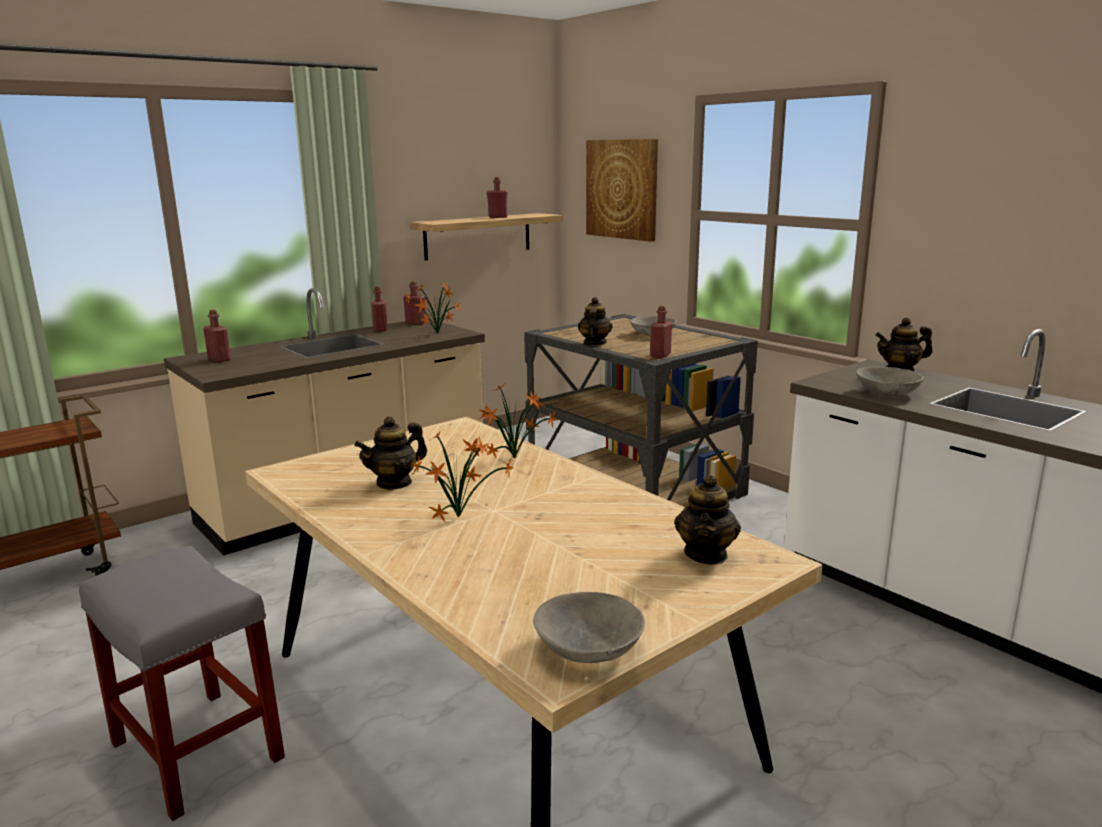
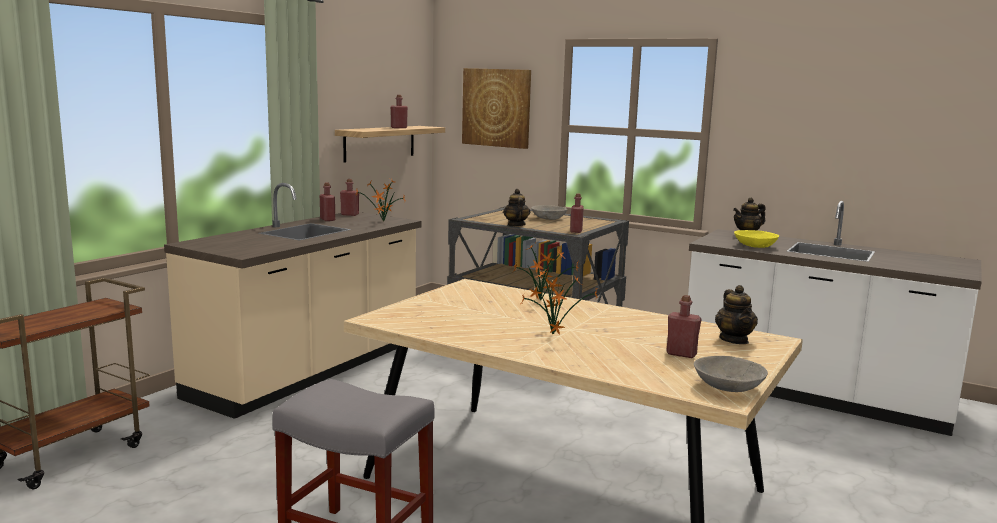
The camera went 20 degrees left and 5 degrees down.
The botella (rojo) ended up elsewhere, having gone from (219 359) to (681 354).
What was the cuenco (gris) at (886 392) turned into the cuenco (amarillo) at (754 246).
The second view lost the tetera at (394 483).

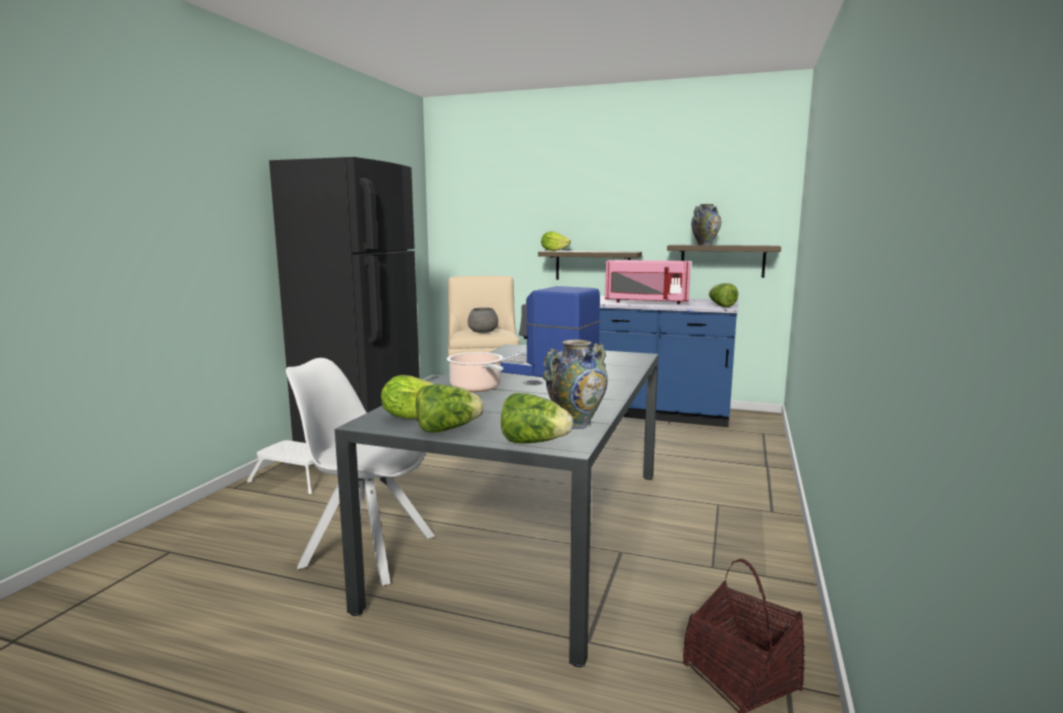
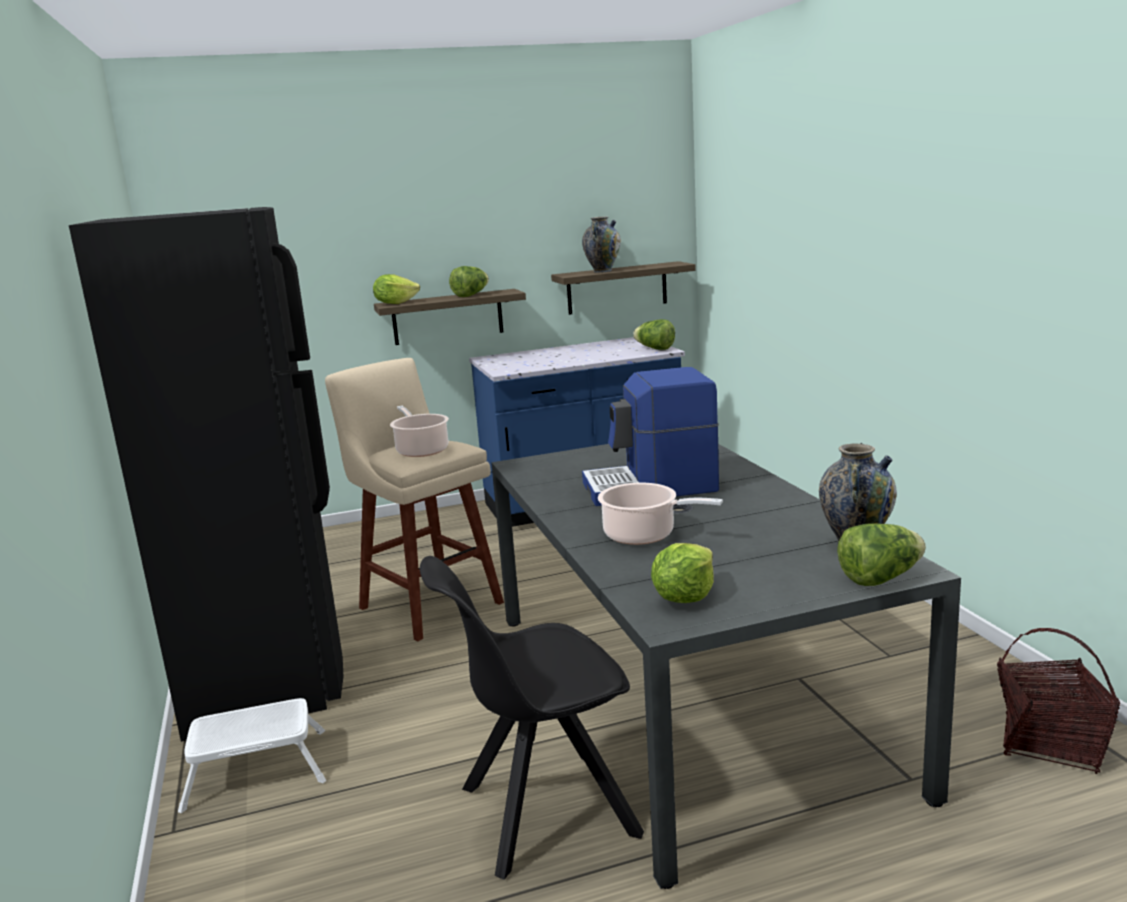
The camera went 35 degrees left and 5 degrees up.
The second view lost the microondas (rosa) at (646 302).
Where the cuenco (gris) stood at (483 331), the olla came to stand at (421 450).
What was the silla (blanco) at (366 550) turned into the silla (negro) at (545 812).
The lechuga ended up elsewhere, having gone from (447 429) to (471 295).

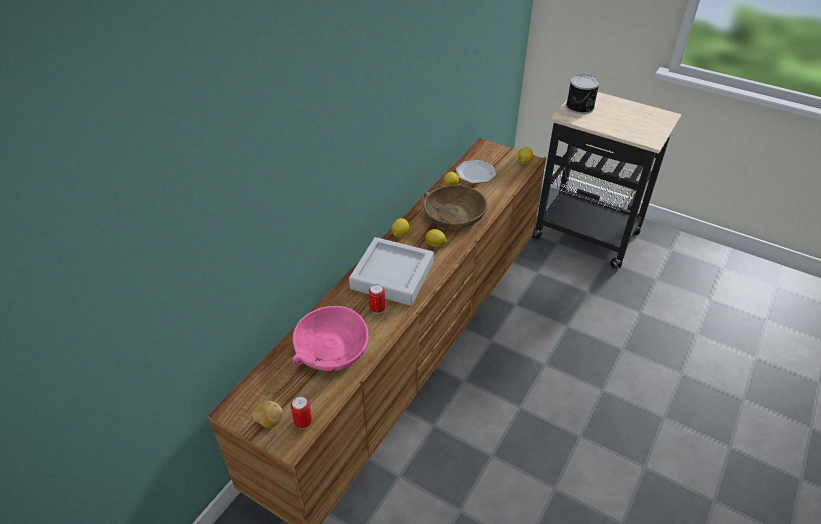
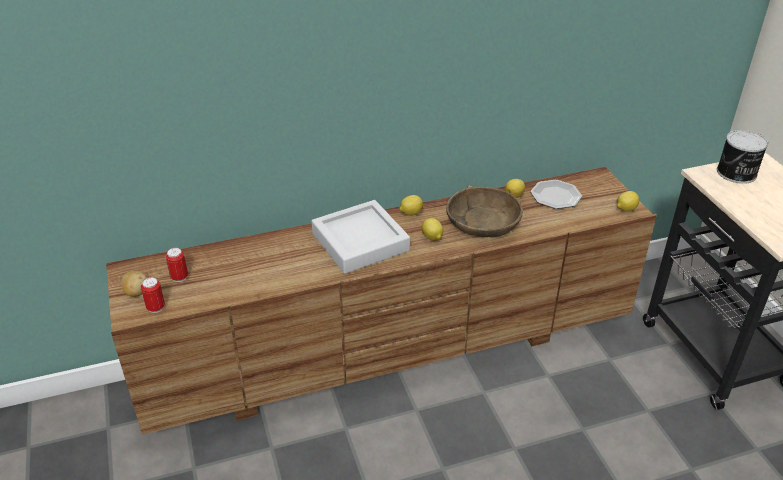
The camera went 40 degrees right and 5 degrees down.
The lata ended up elsewhere, having gone from (377 309) to (179 277).
The second view lost the cuenco (rosa) at (331 348).

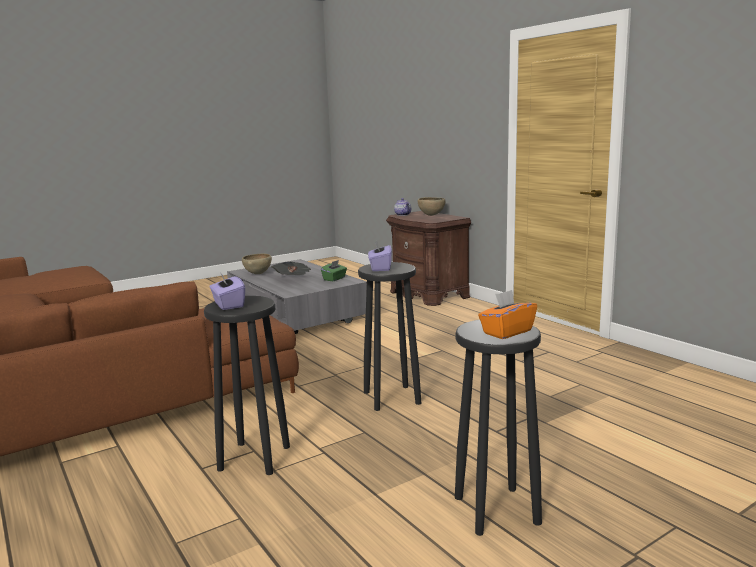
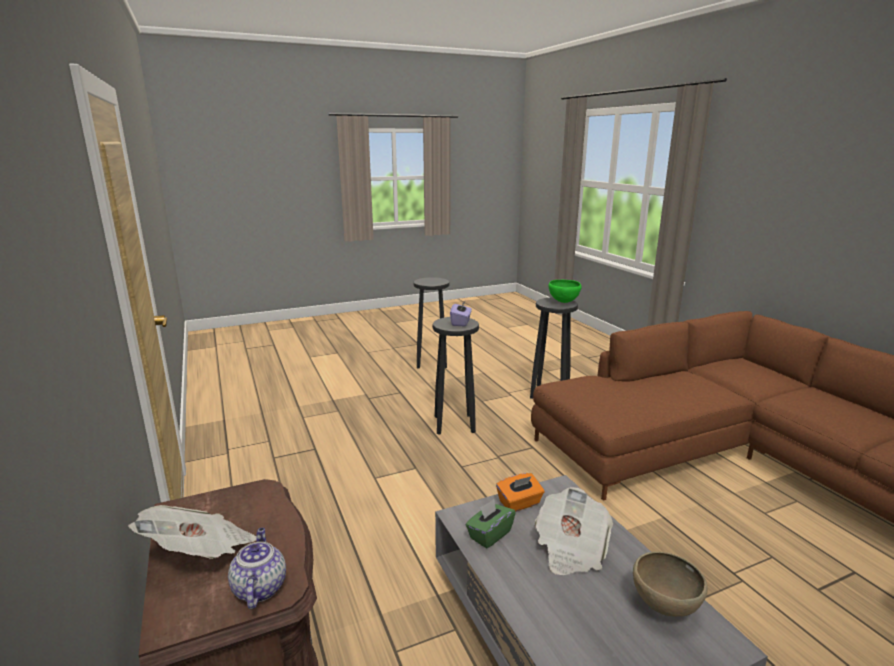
The camera went 170 degrees left and 5 degrees up.
Where the cuenco (marrón) stood at (431 215), the periódico came to stand at (201 553).
Where the caja de pañuelos (morado) stood at (228 305), the cuenco (verde) came to stand at (563 302).
The caja de pañuelos (naranja) ended up elsewhere, having gone from (507 332) to (519 503).

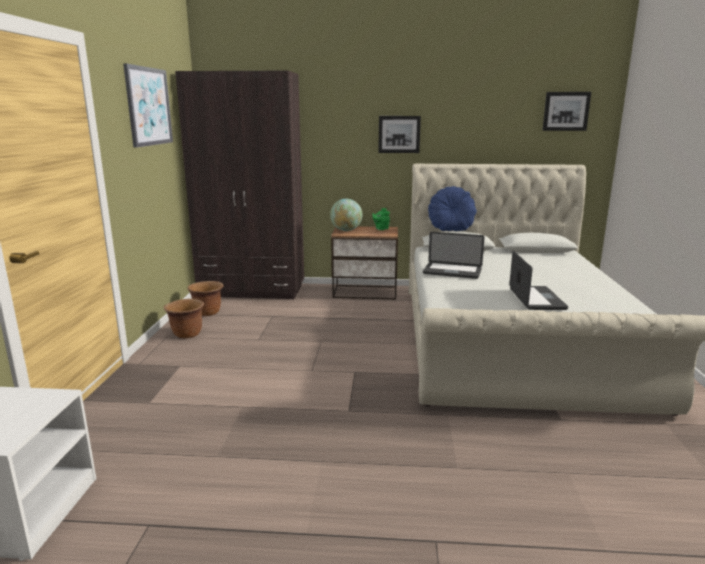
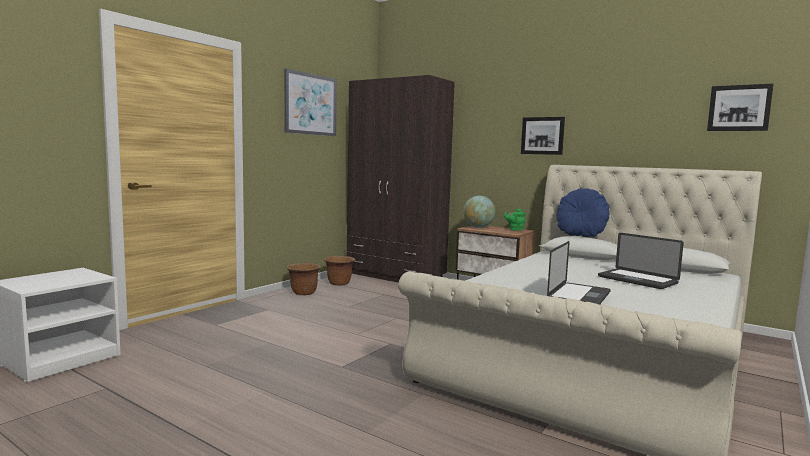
The camera went 30 degrees right and 10 degrees down.
The portátil ended up elsewhere, having gone from (452 272) to (637 280).

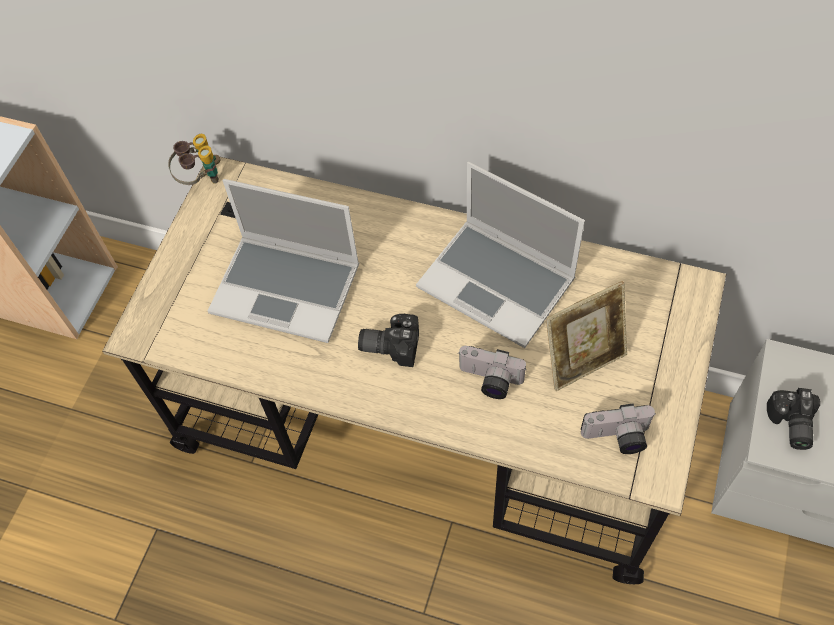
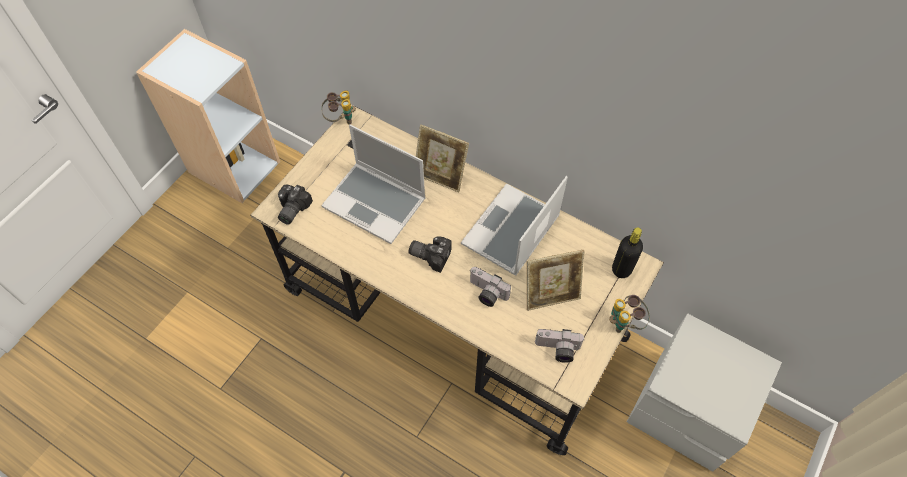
The camera went 10 degrees right and 0 degrees up.
The portátil at (498 283) ended up facing another way, 75 degrees clockwise from before.
The cámara ended up elsewhere, having gone from (790 425) to (291 209).
The second view gained the portarretratos at (440 176).
The second view gained the botella (negro) at (621 269).
The second view gained the prismáticos at (625 322).

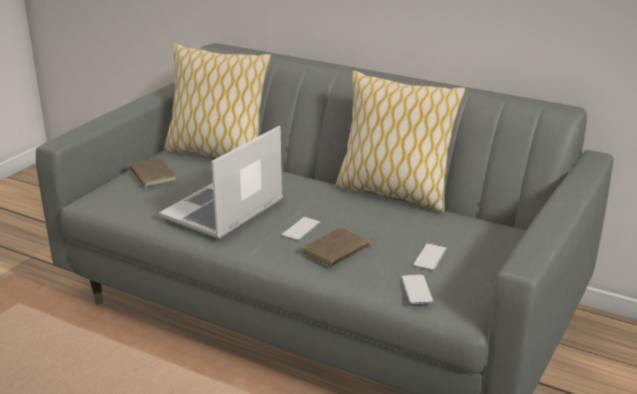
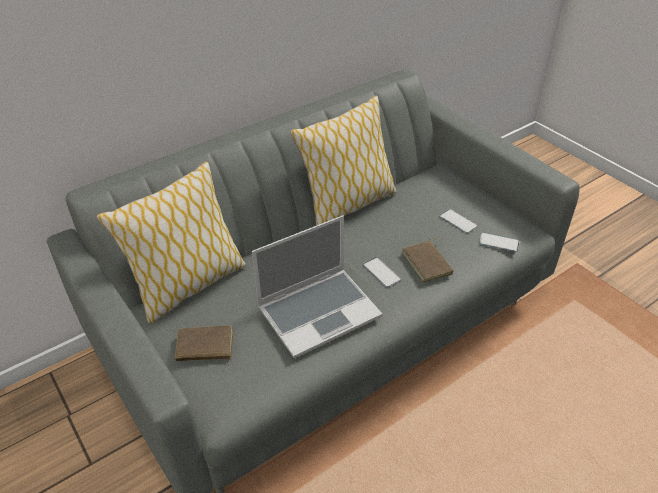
The camera went 65 degrees left and 15 degrees up.
The portátil at (223 211) ended up facing another way, 90 degrees counterclockwise from before.

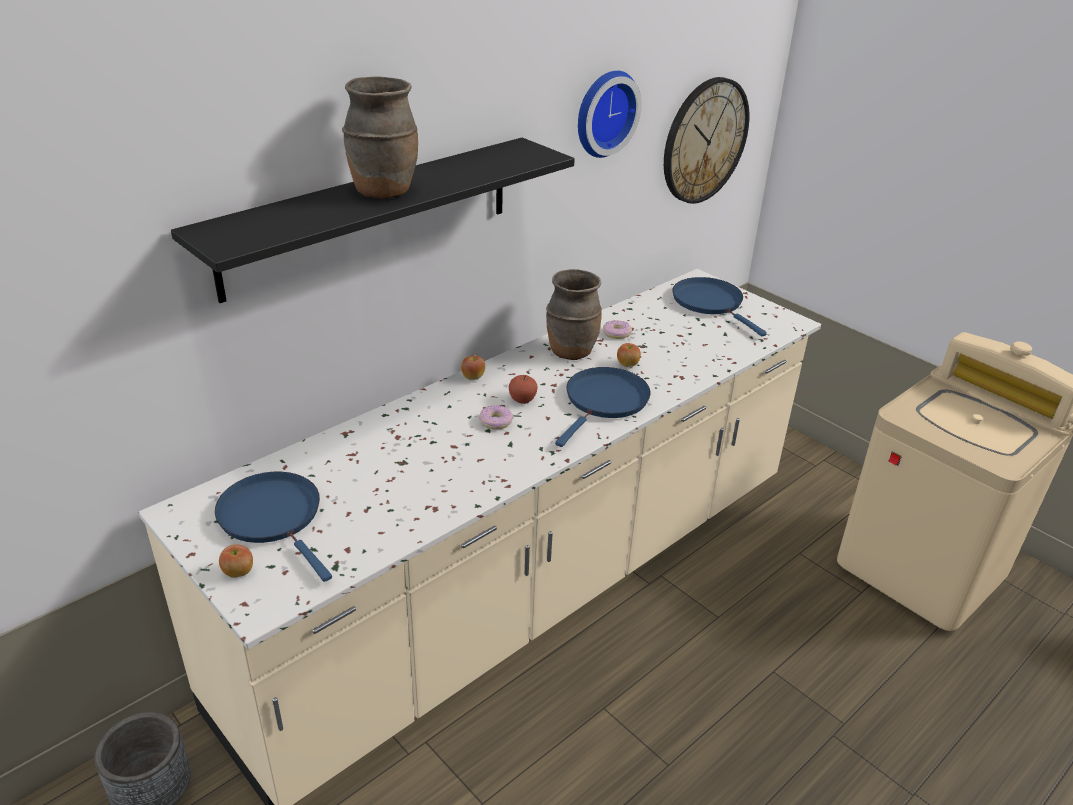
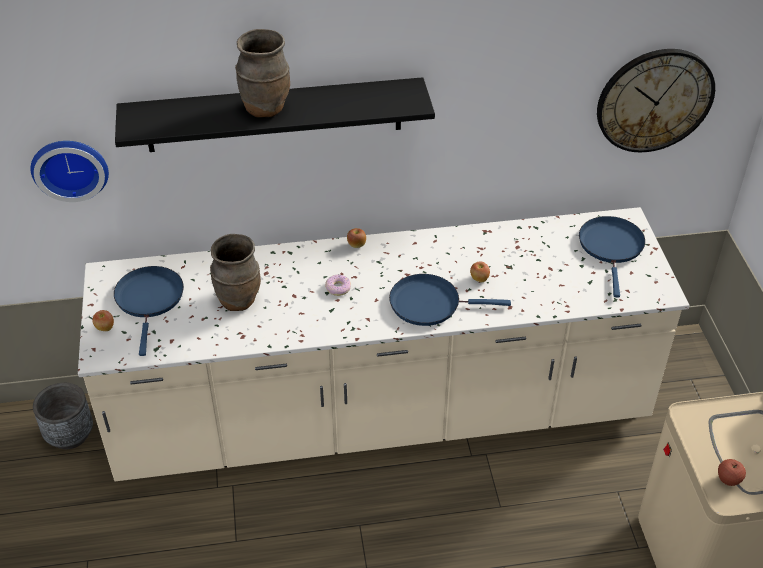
The camera went 35 degrees right and 10 degrees up.
The reloj de pared ended up elsewhere, having gone from (603 112) to (70 167).
The florero (marrón) ended up elsewhere, having gone from (571 351) to (238 300).
The second view lost the rosquilla at (616 333).
The sartén (azul) at (605 401) ended up facing another way, 150 degrees counterclockwise from before.
The manzana ended up elsewhere, having gone from (522 400) to (728 480).

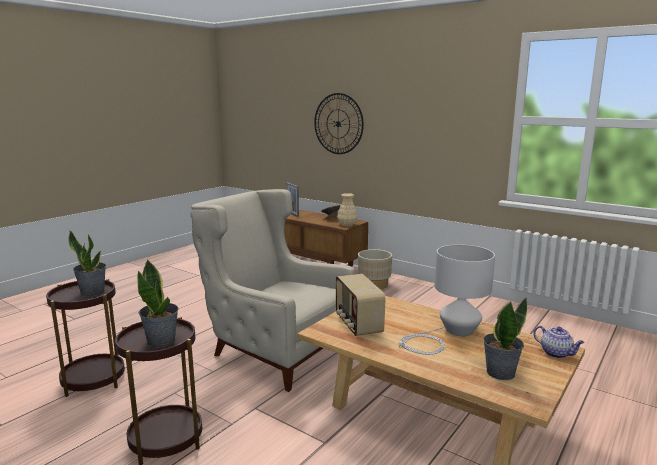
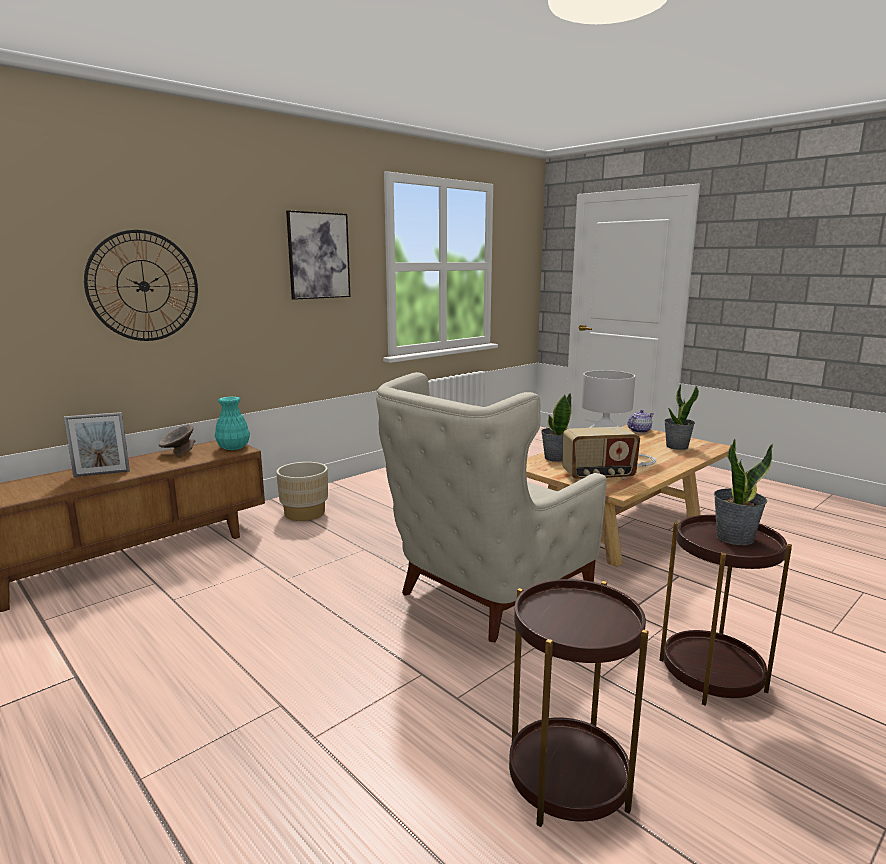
The camera went 80 degrees left and 0 degrees up.
What was the florero (beis) at (347 224) turned into the florero (turquesa) at (233 447).
The planta en maceta ended up elsewhere, having gone from (92 292) to (555 458).
The second view gained the cuadro at (318 255).

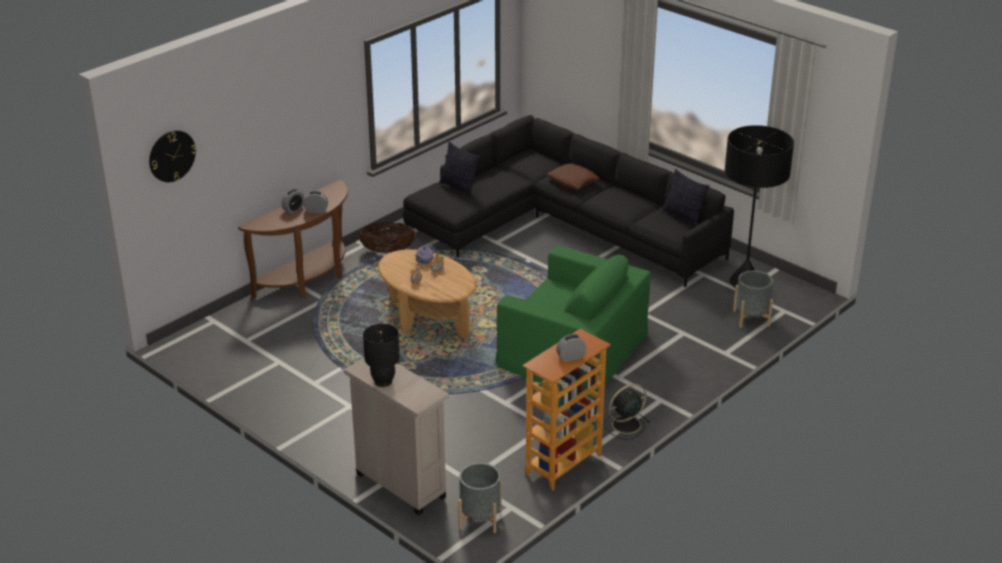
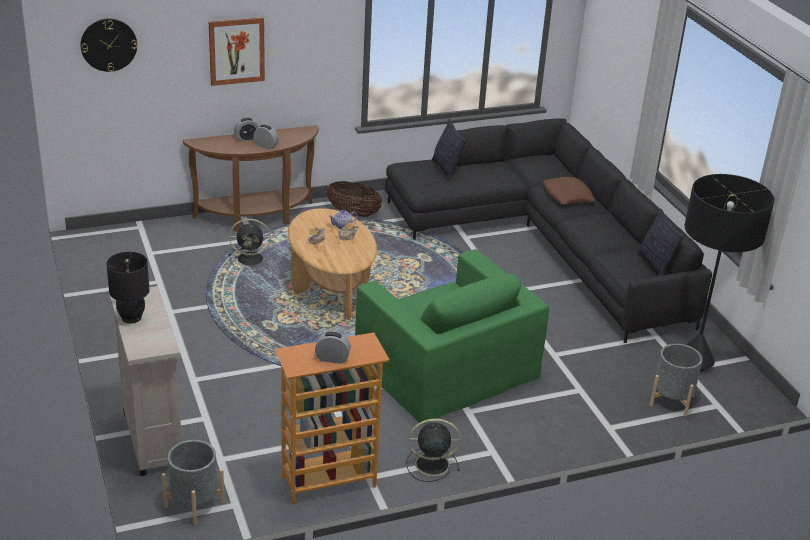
The camera went 25 degrees right and 0 degrees up.
The second view gained the cuadro at (236 51).
The second view gained the ventilador (negro) at (251 259).

